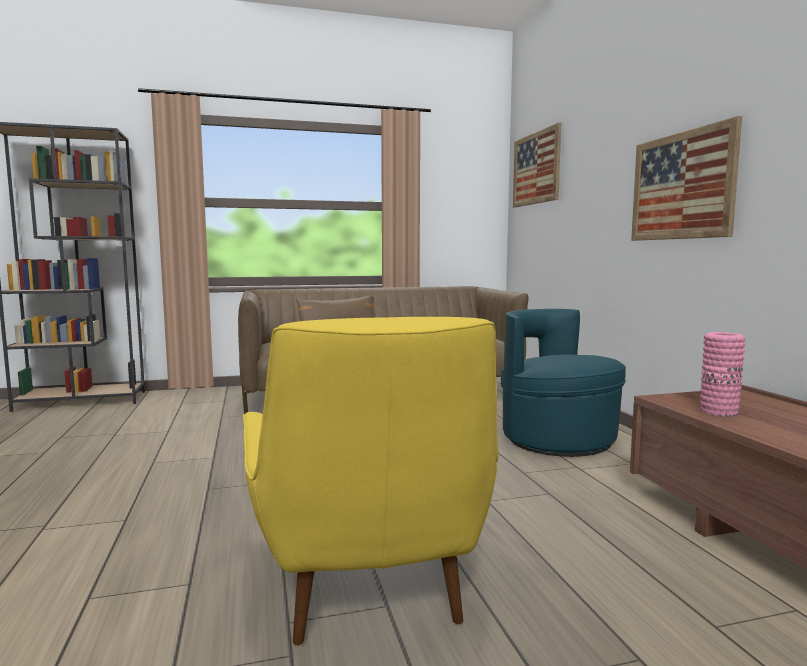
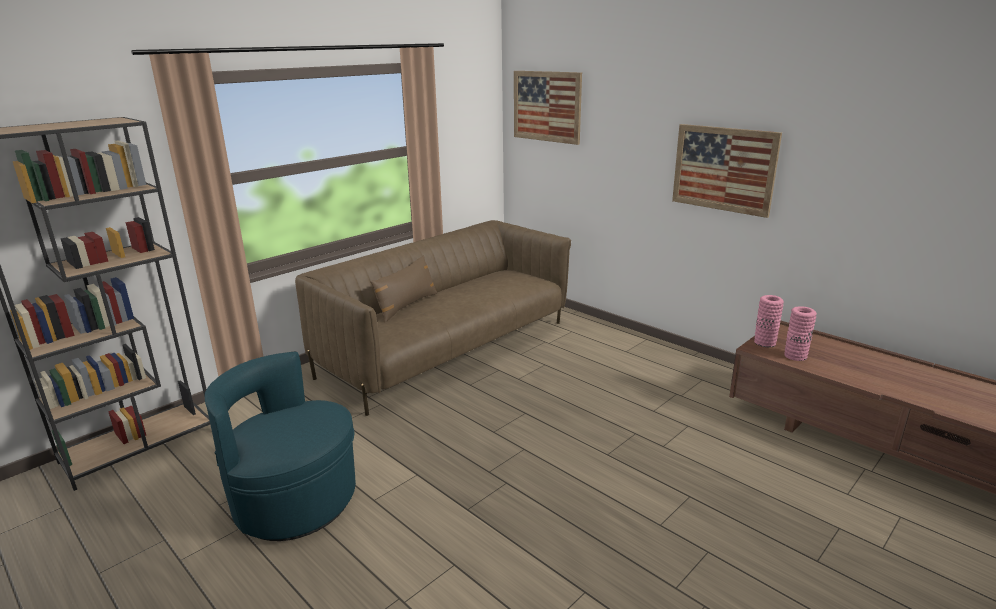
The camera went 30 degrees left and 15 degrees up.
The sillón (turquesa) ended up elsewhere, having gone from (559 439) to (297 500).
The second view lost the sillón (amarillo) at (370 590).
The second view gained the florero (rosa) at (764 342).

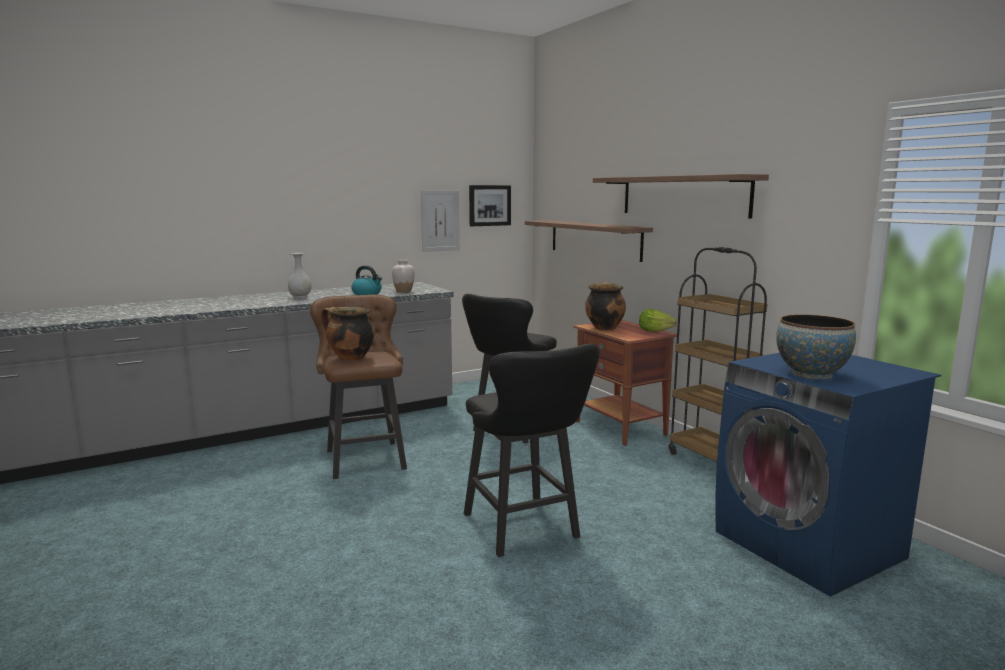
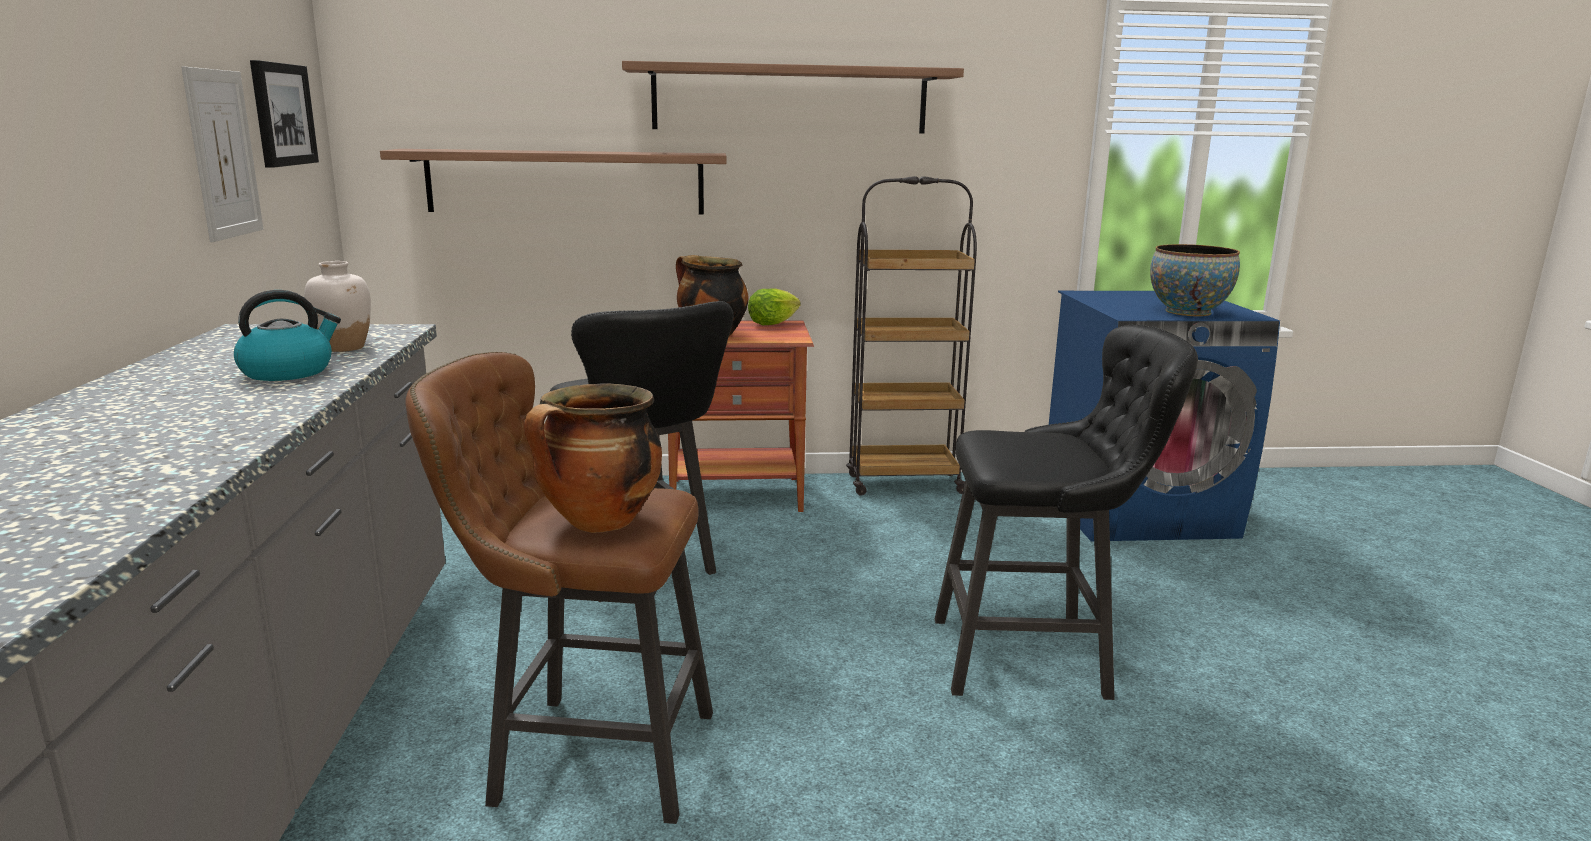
The camera went 65 degrees left and 5 degrees up.
The second view lost the florero (blanco) at (300 297).

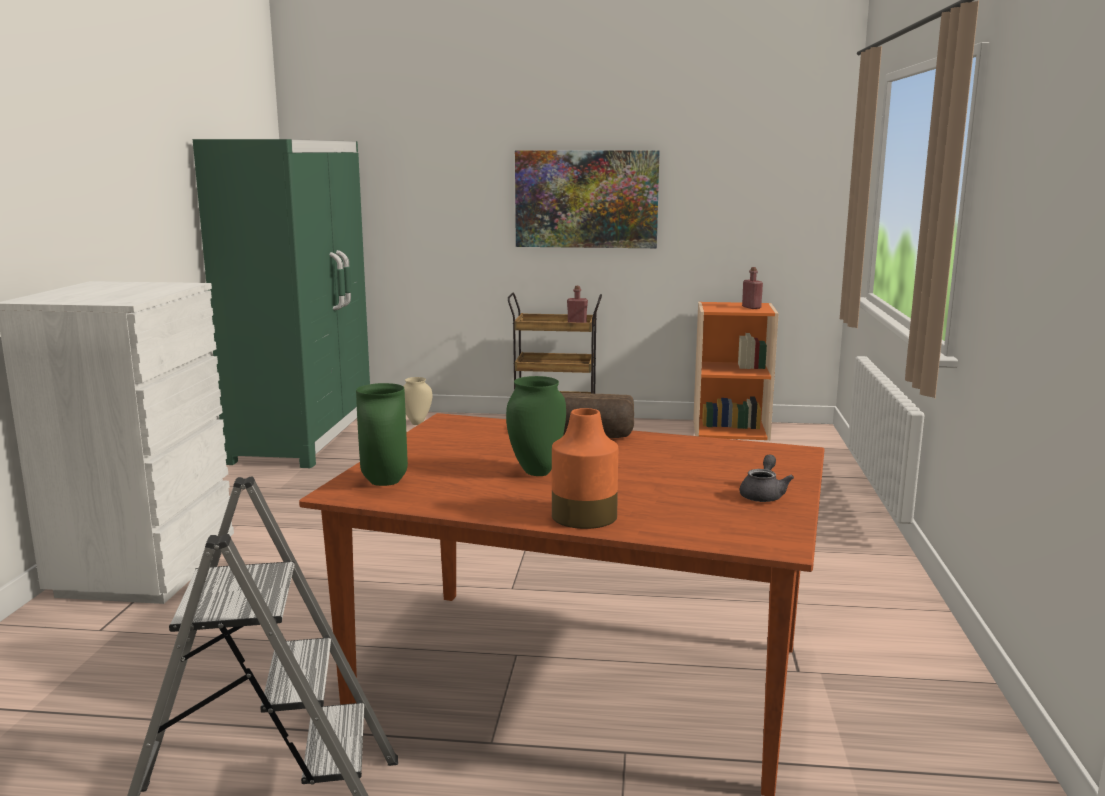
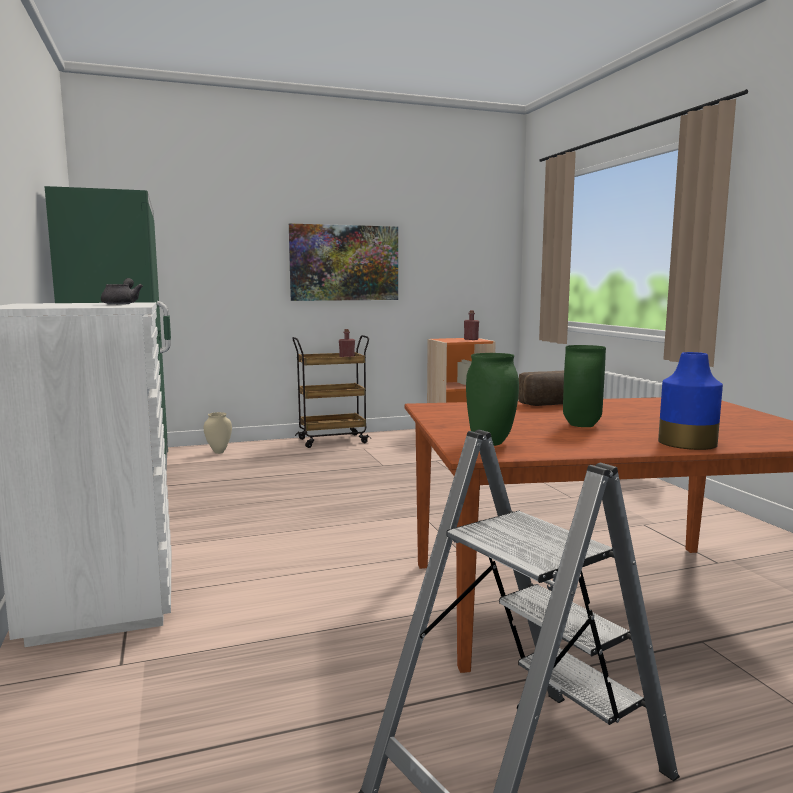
The camera went 25 degrees left and 5 degrees down.
What was the florero (naranja) at (583 516) turned into the florero (azul) at (687 443).
The tetera (gris) ended up elsewhere, having gone from (763 495) to (122 304).

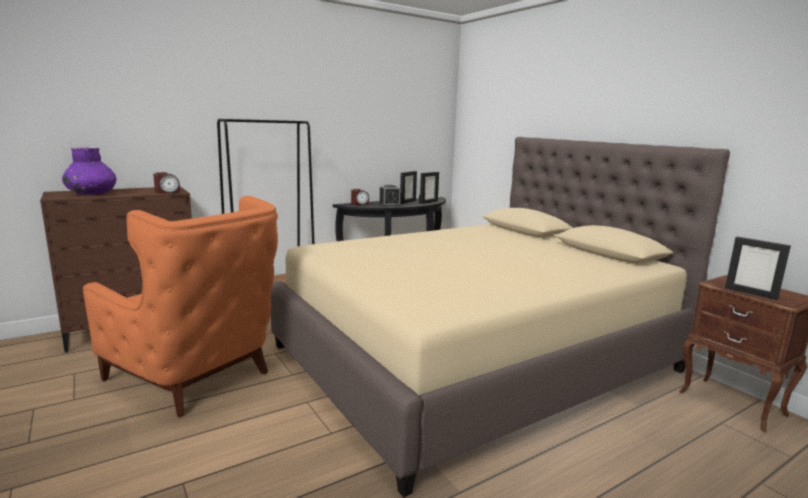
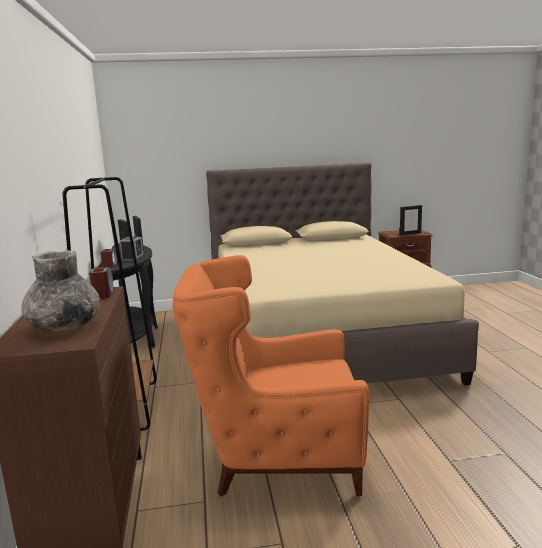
The camera went 65 degrees left and 0 degrees up.
What was the florero (morado) at (92 194) turned into the florero (gris) at (64 326).
The sillón (naranja) at (195 377) ended up facing another way, 150 degrees counterclockwise from before.

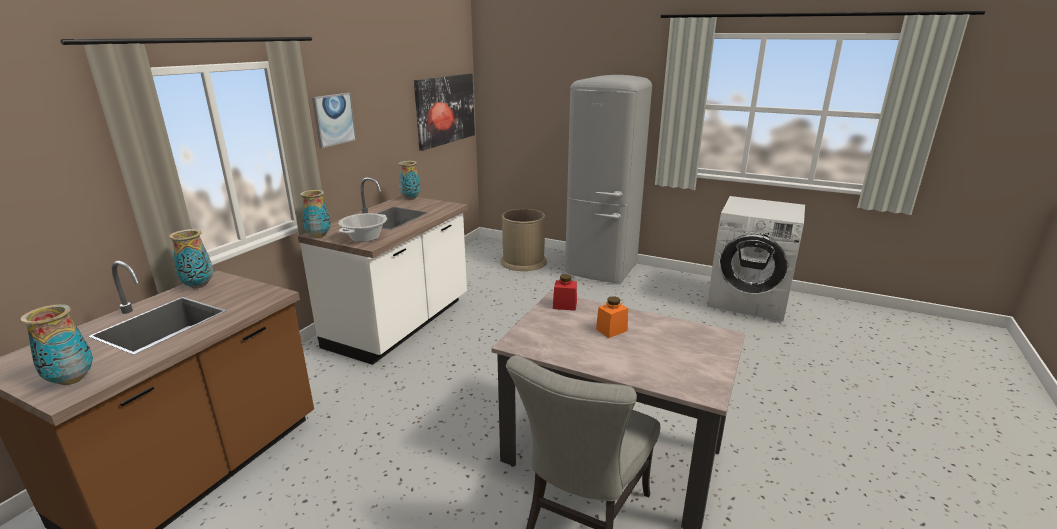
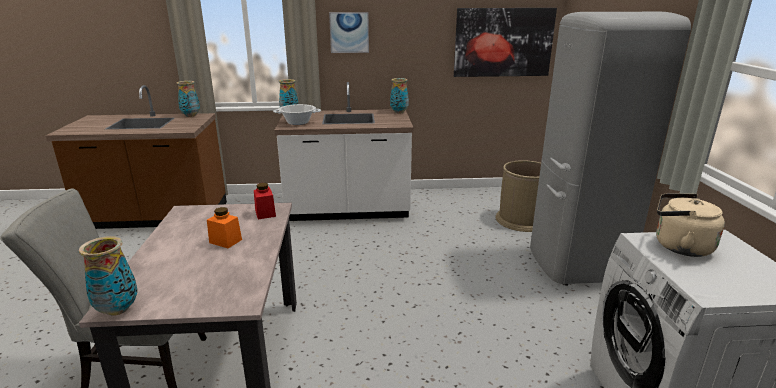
The camera went 60 degrees right and 0 degrees up.
The florero ended up elsewhere, having gone from (71 380) to (118 309).
The second view gained the hervidor (beis) at (678 246).

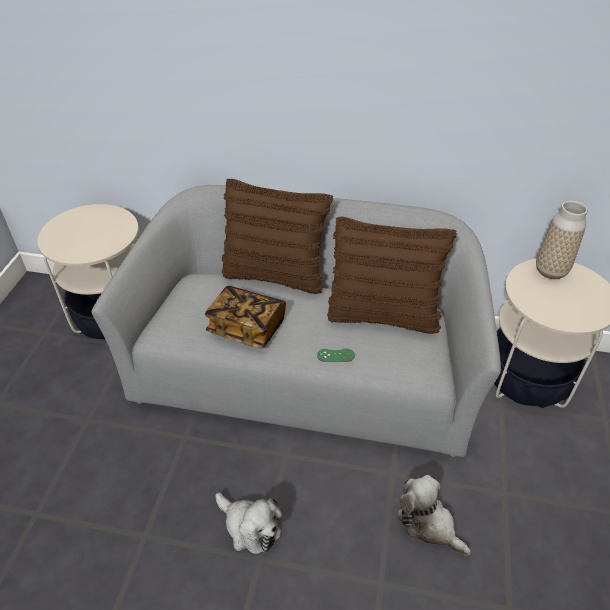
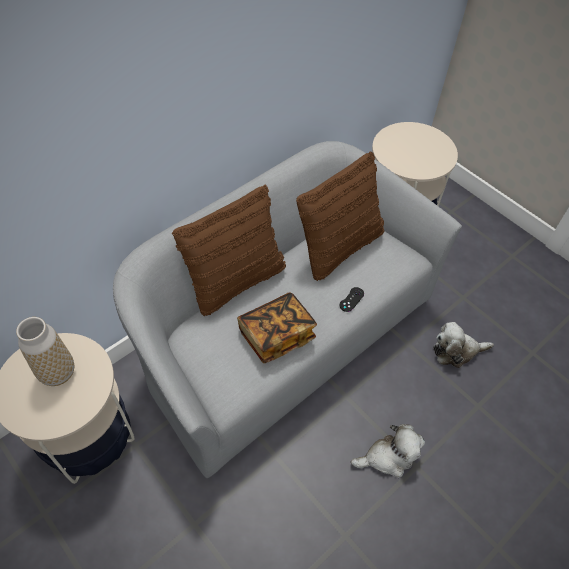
The camera went 55 degrees left and 10 degrees up.
The florero ended up elsewhere, having gone from (550 271) to (57 373).
What was the mando de consola (verde) at (335 355) turned into the mando de consola (negro) at (351 299).

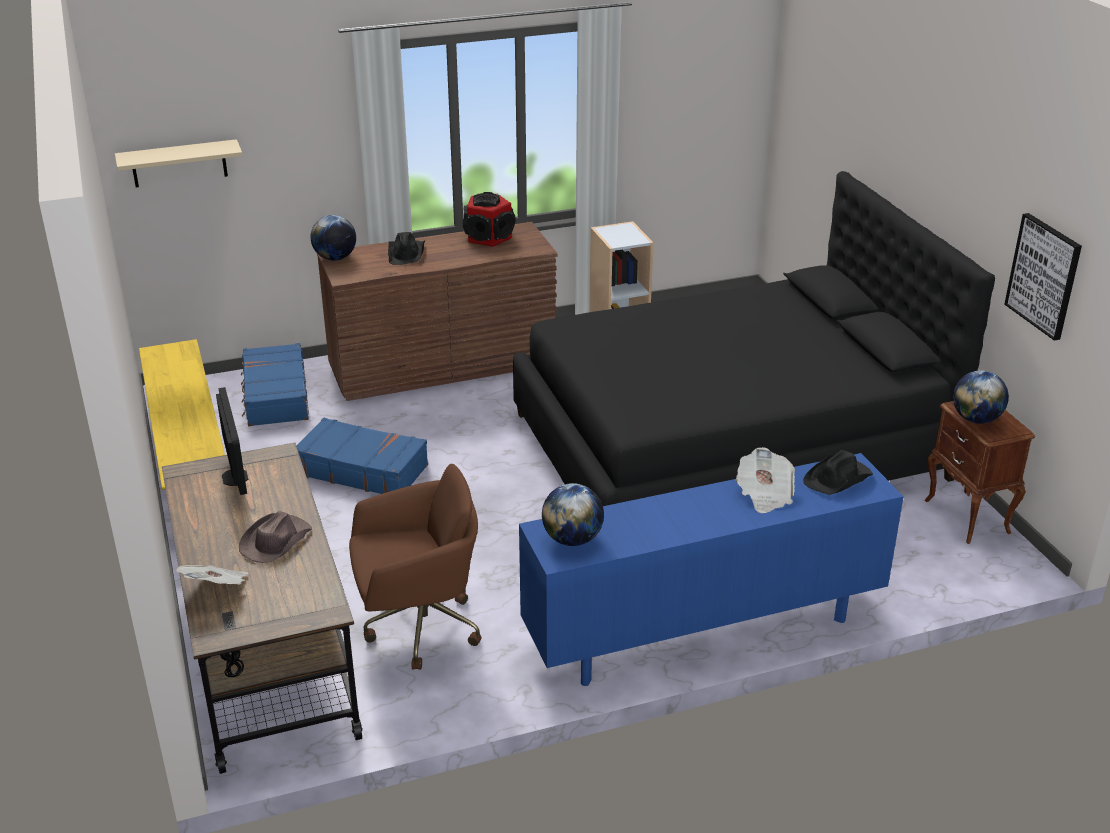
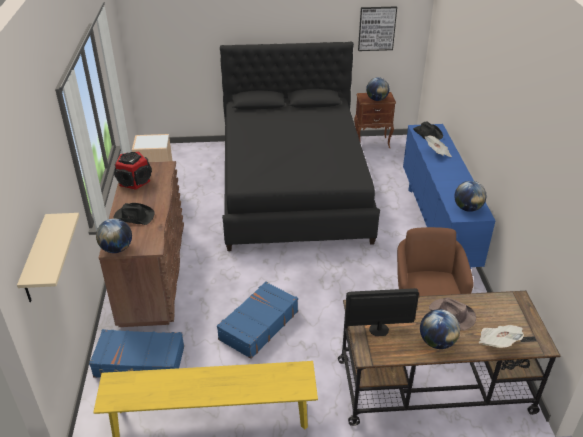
The camera went 75 degrees left and 5 degrees up.
The second view gained the globo terráqueo at (437 342).

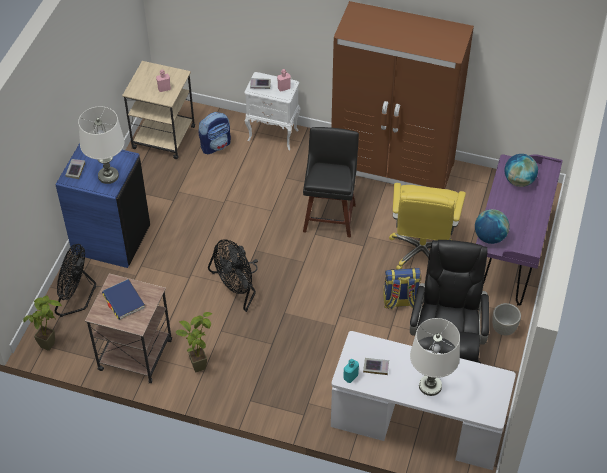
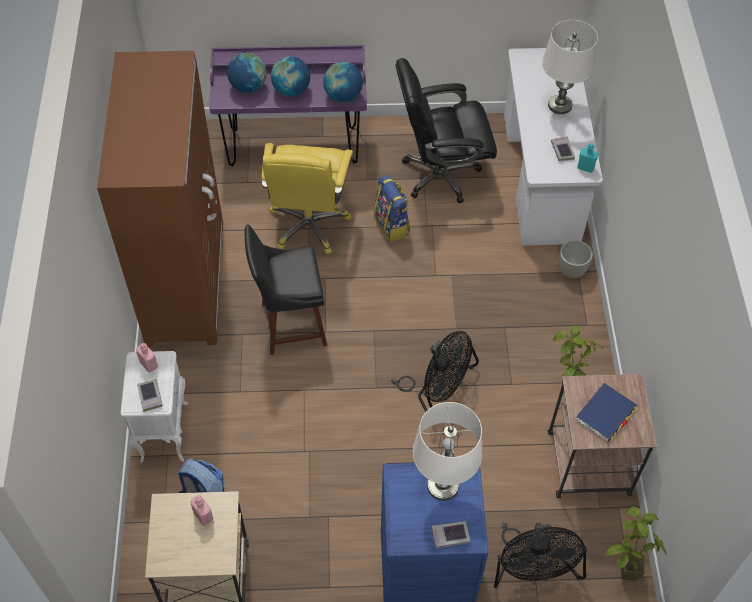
The camera went 110 degrees left and 5 degrees up.
The silla de oficina (amarillo) at (421 249) ended up facing another way, 105 degrees clockwise from before.
The maceta (gris) ended up elsewhere, having gone from (504 329) to (571 270).
The second view gained the globo terráqueo at (291 90).

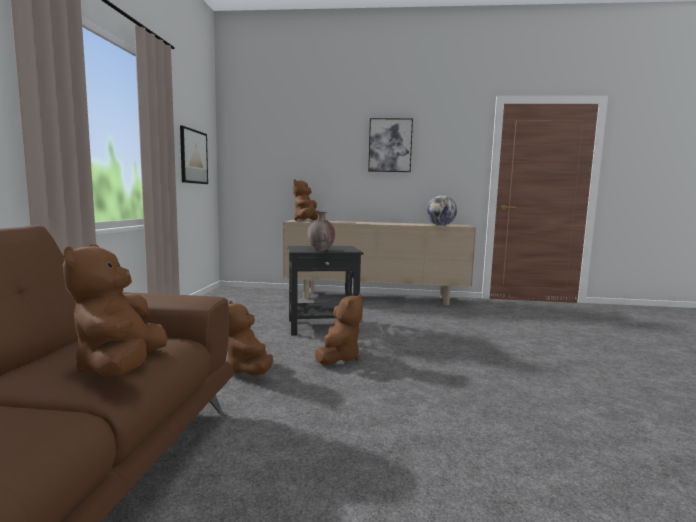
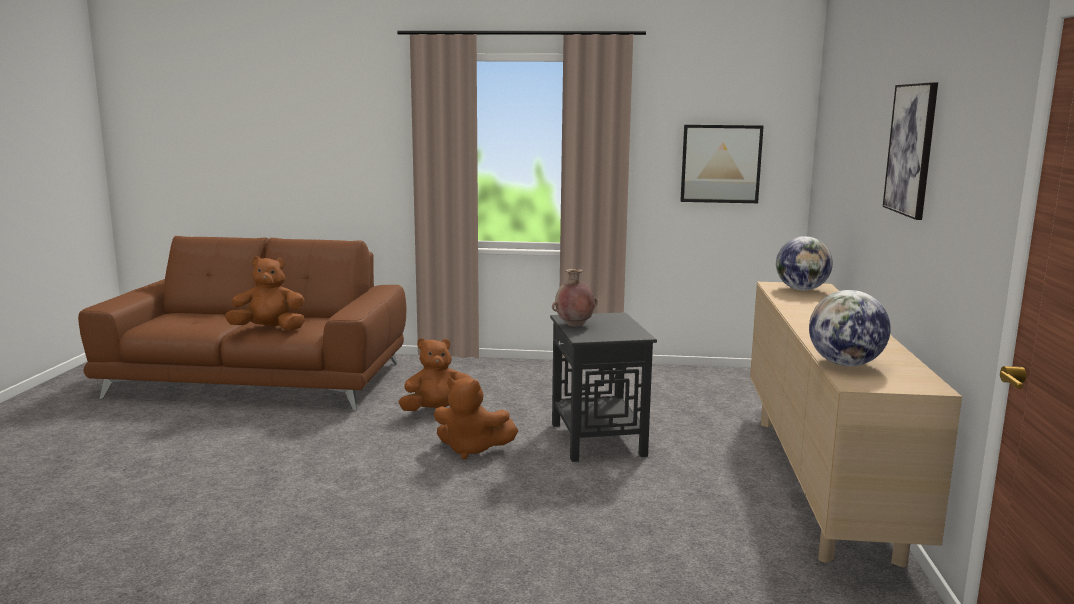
The camera went 90 degrees right and 5 degrees up.
Where the peluche (marrón) stood at (306 221), the globo terráqueo came to stand at (801 289).

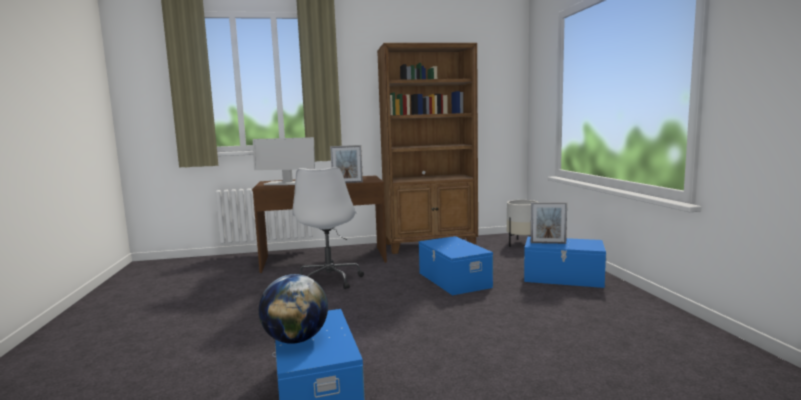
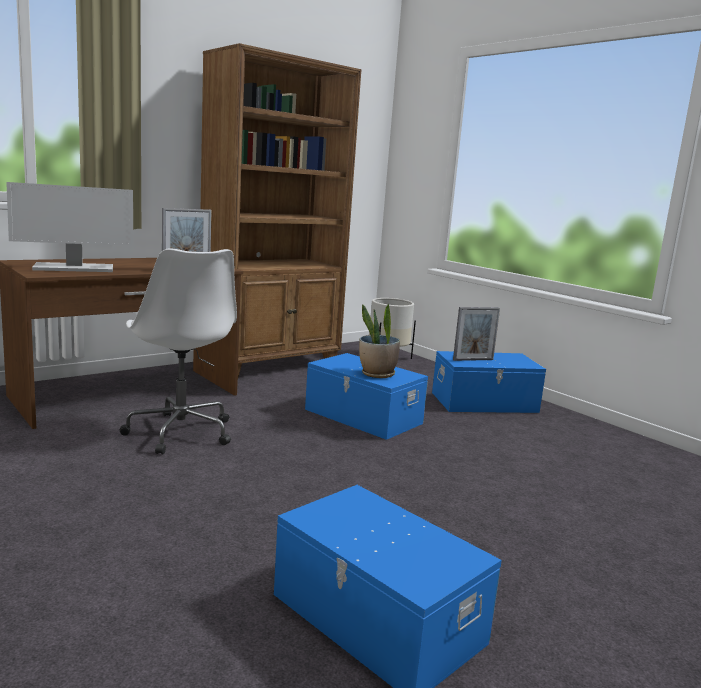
The camera went 30 degrees left and 5 degrees up.
The second view lost the globo terráqueo at (296 339).
The second view gained the planta en maceta at (377 374).

